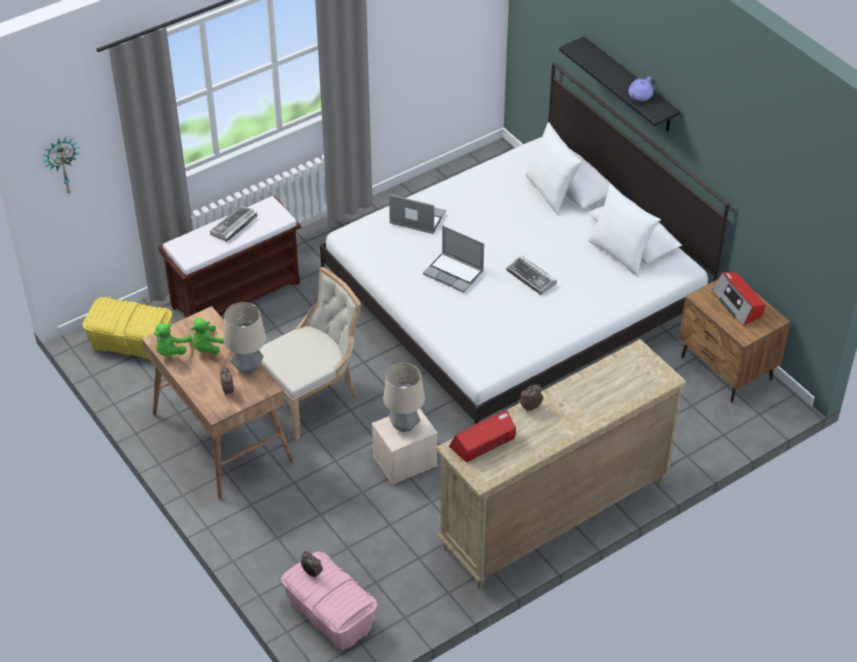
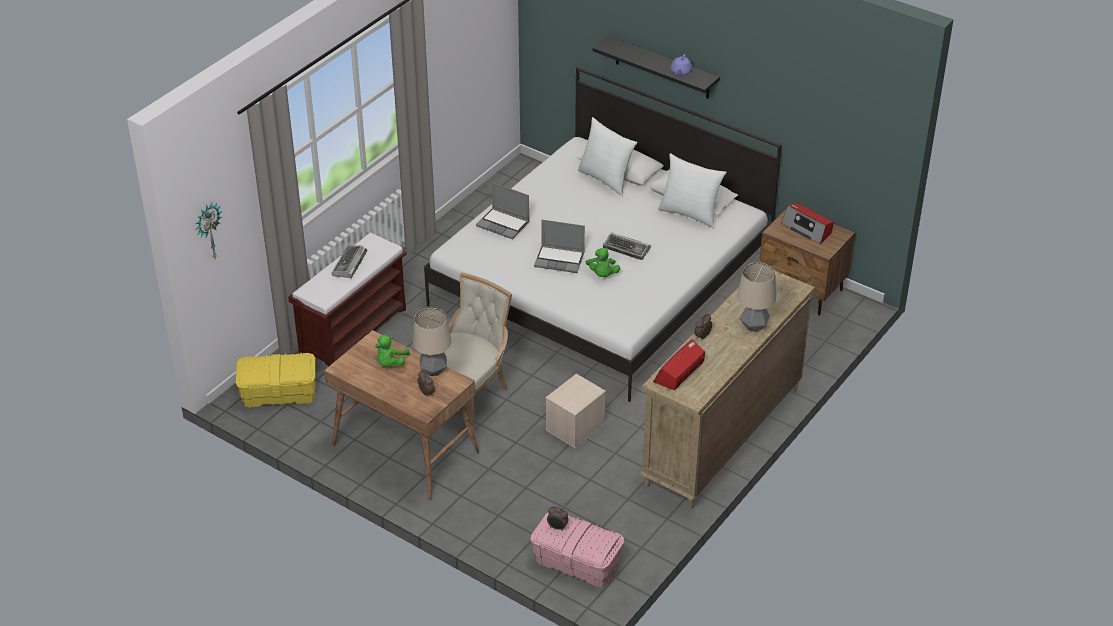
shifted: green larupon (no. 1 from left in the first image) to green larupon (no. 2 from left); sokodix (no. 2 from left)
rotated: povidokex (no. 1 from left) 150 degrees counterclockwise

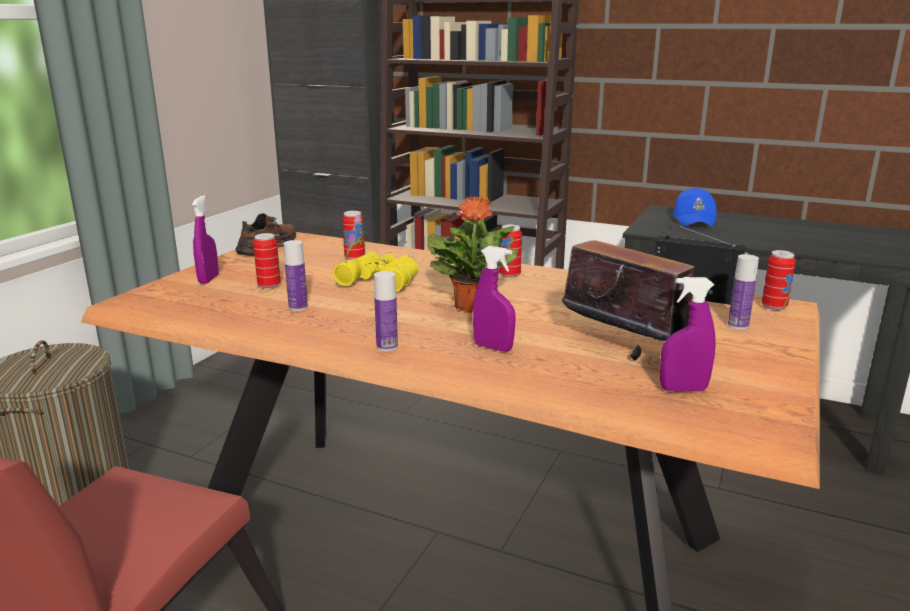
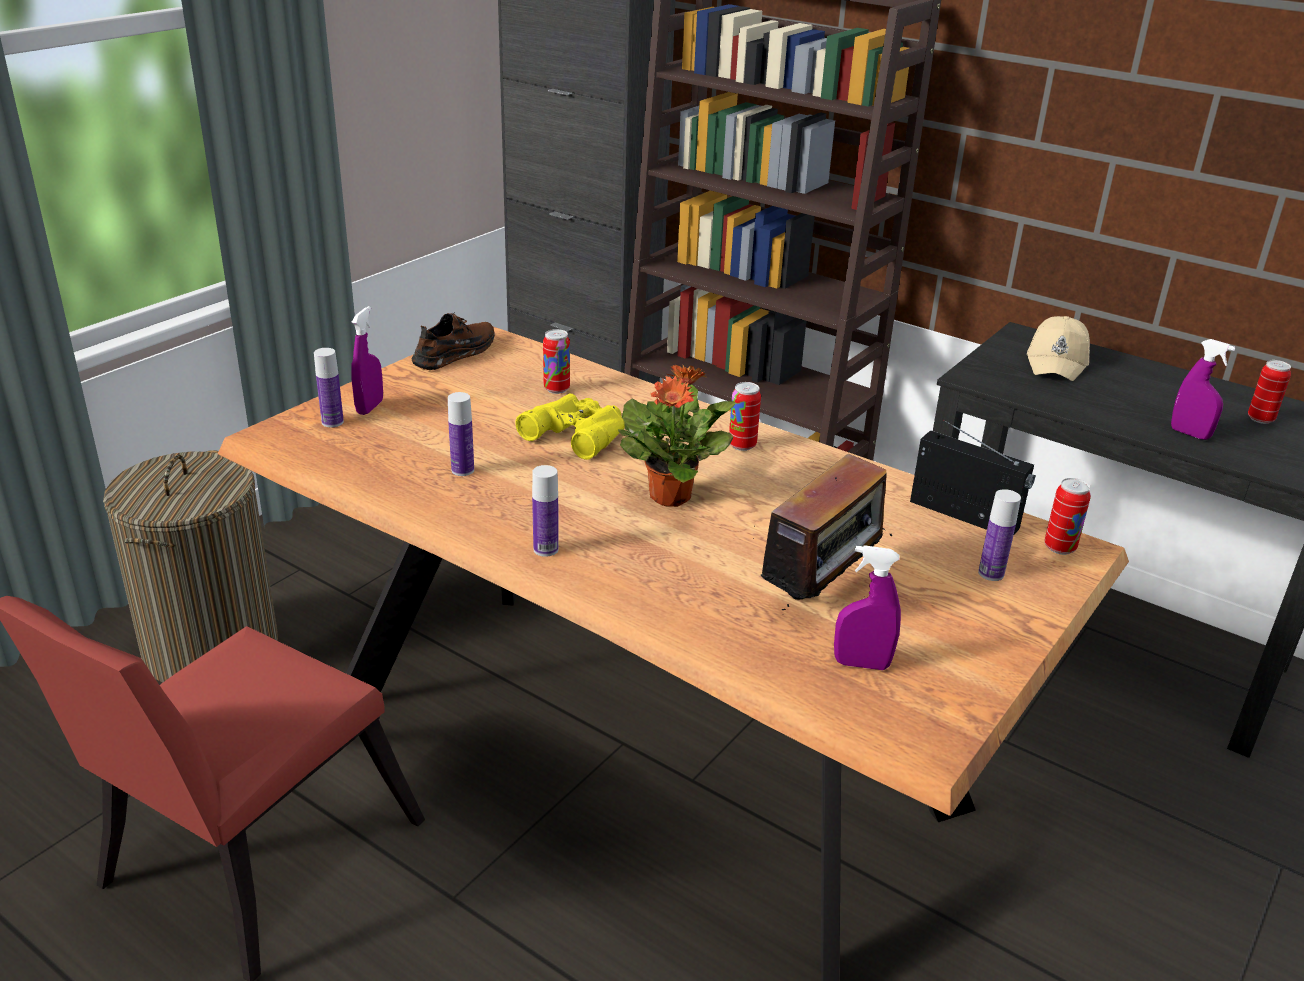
new: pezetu (no. 1 from left)
shifted: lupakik (no. 1 from left in the first image) to lupakik (no. 4 from left); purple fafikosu (no. 2 from left in the first image) to purple fafikosu (no. 3 from left)
repainted: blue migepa to beige migepa
rotated: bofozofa (no. 1 from left) 75 degrees clockwise

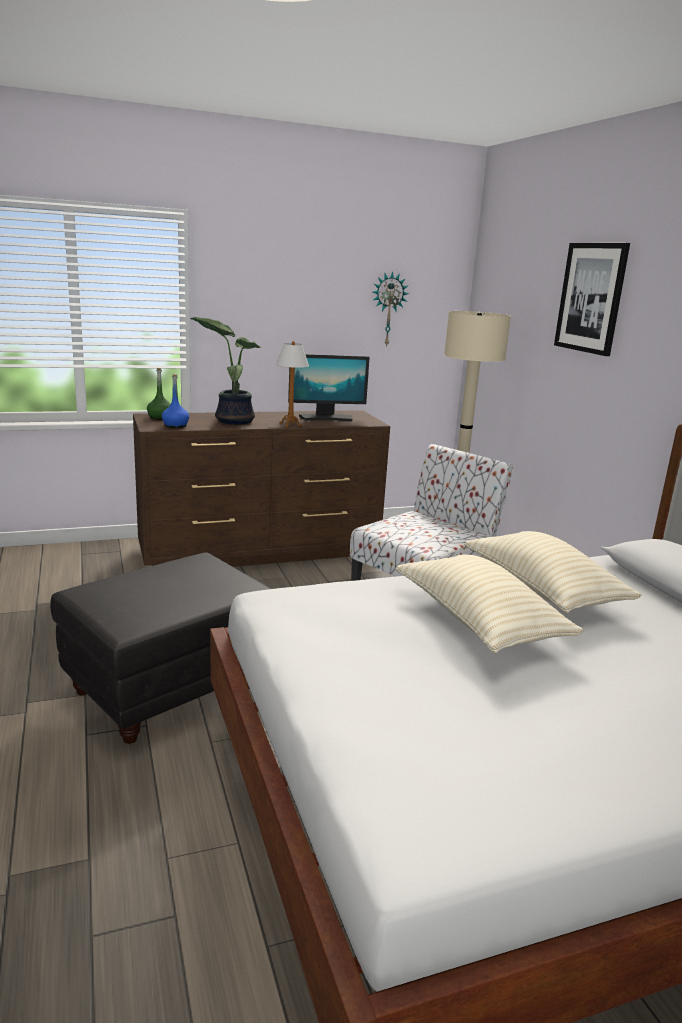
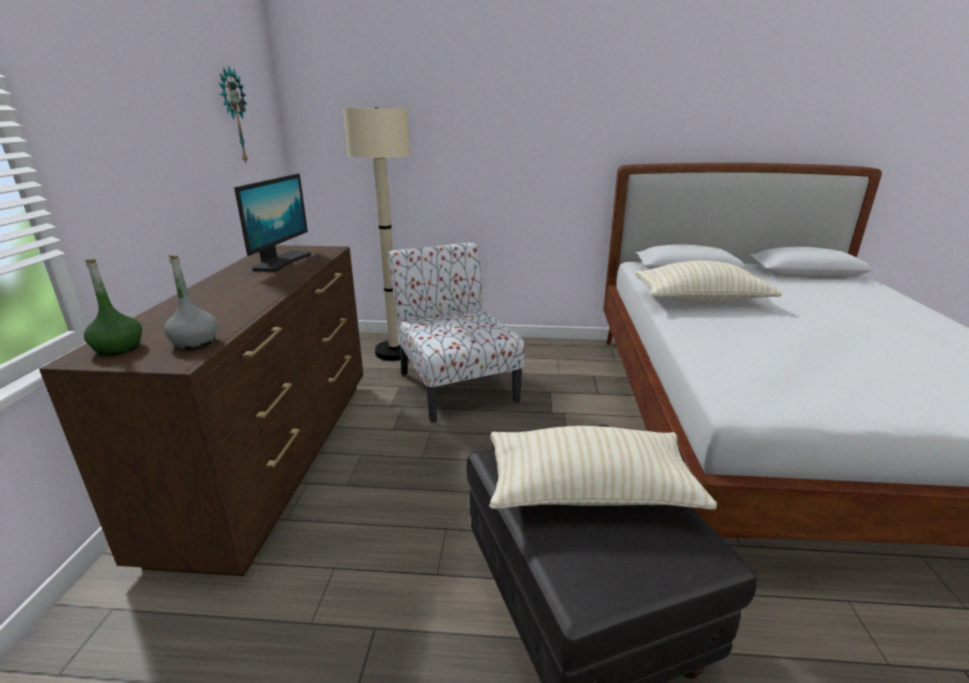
gone: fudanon; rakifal; sokodix
shifted: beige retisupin (no. 1 from left)
repainted: blue pezetu to grey pezetu

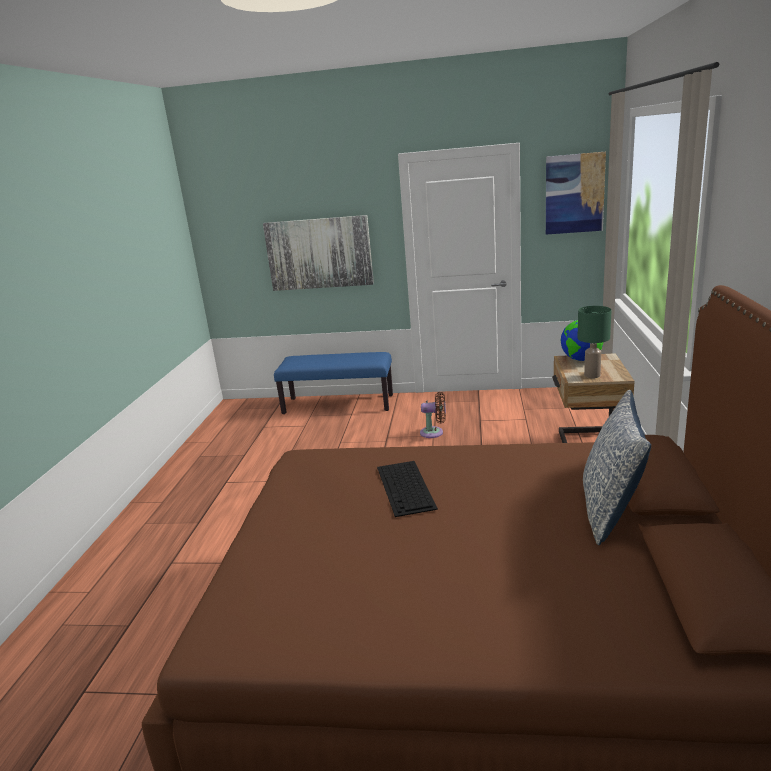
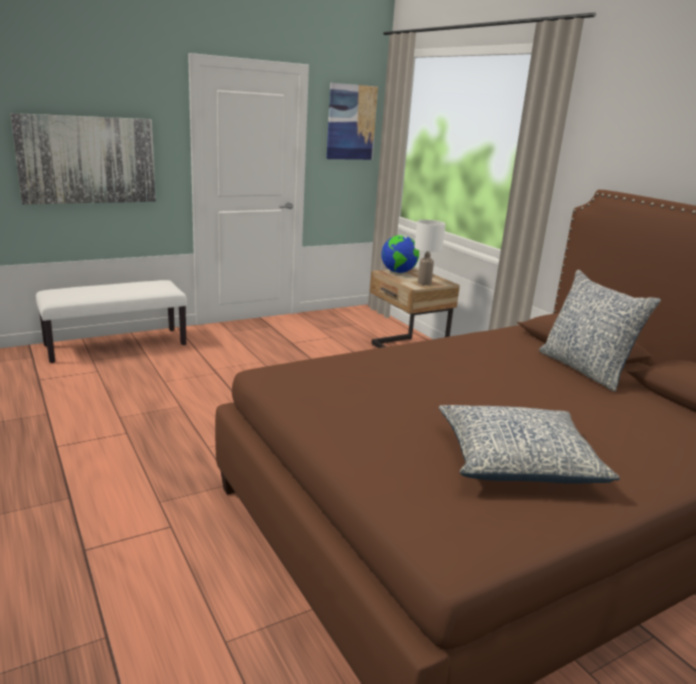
gone: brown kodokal; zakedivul
new: retisupin (no. 1 from left)
repainted: green sokodix to white sokodix; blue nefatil to white nefatil

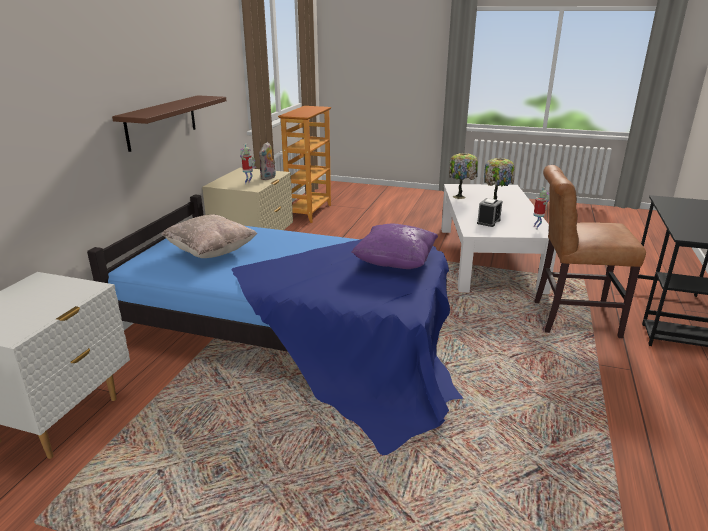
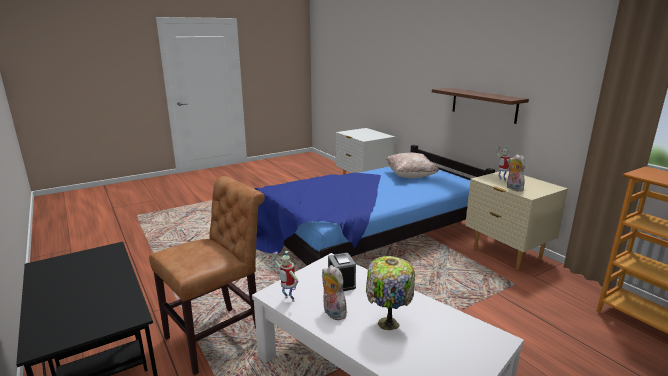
gone: sokodix (no. 1 from left); purple retisupin
new: larupon (no. 1 from left)

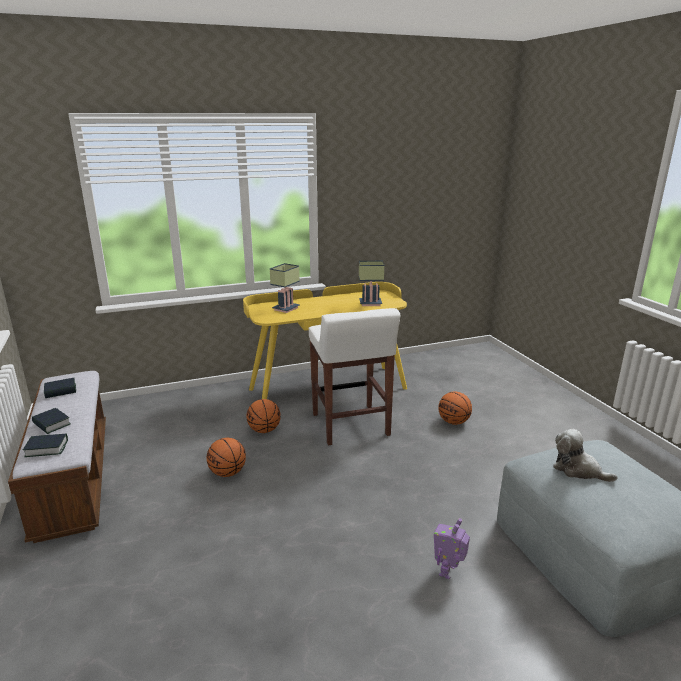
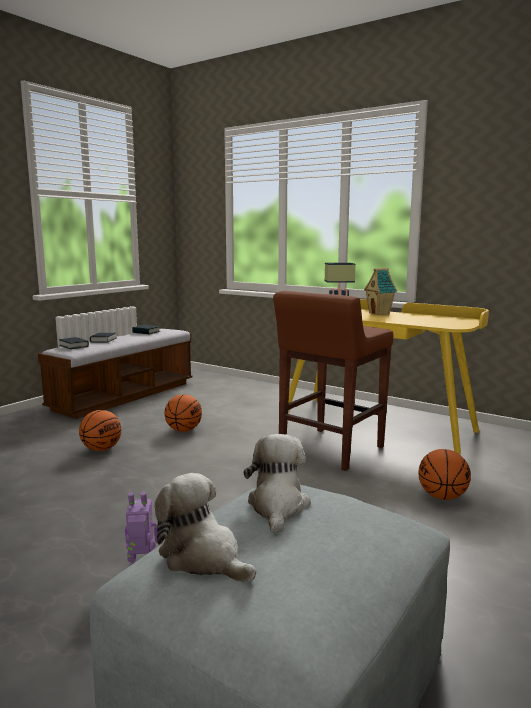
gone: sokodix (no. 2 from left)
new: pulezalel; larupon (no. 1 from left)
shifted: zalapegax (no. 2 from left in the first image) to zalapegax (no. 1 from left)
repainted: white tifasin to brown tifasin

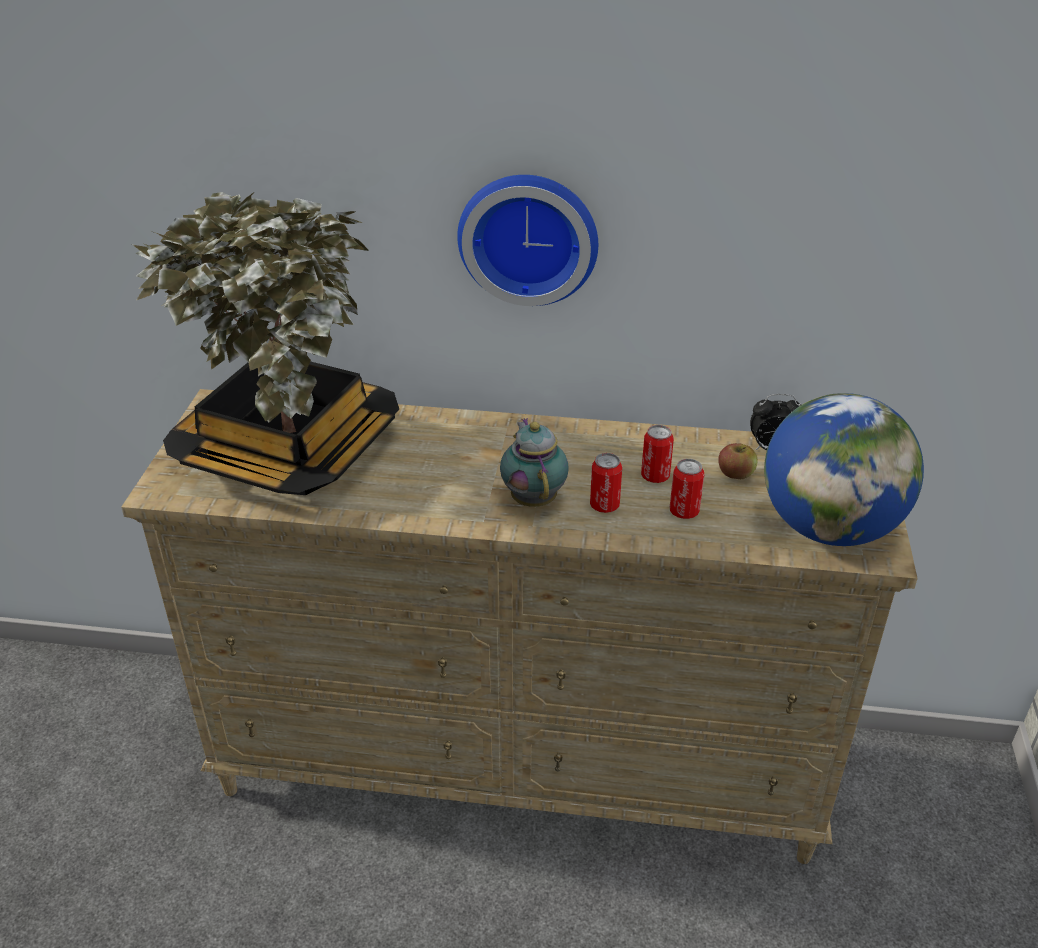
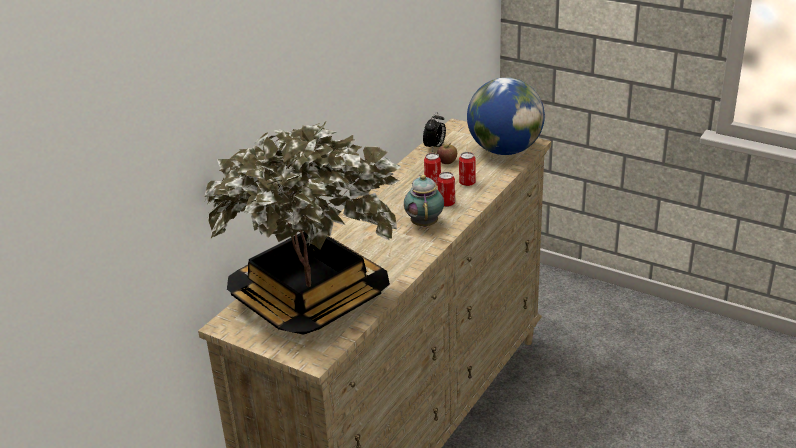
gone: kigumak
rotated: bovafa 75 degrees clockwise

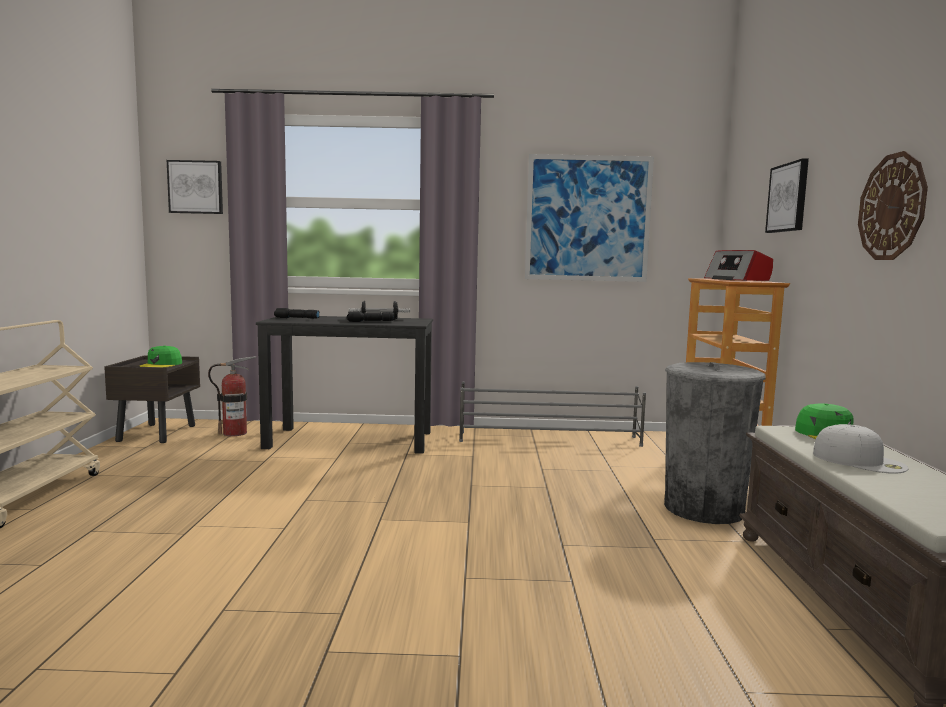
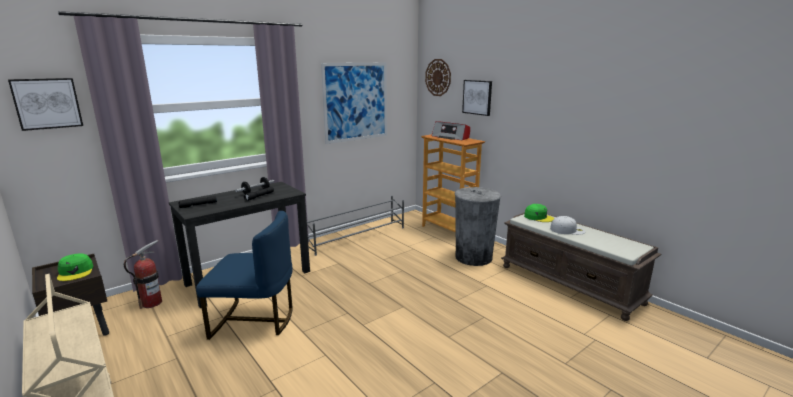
new: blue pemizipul
shifted: kigumak

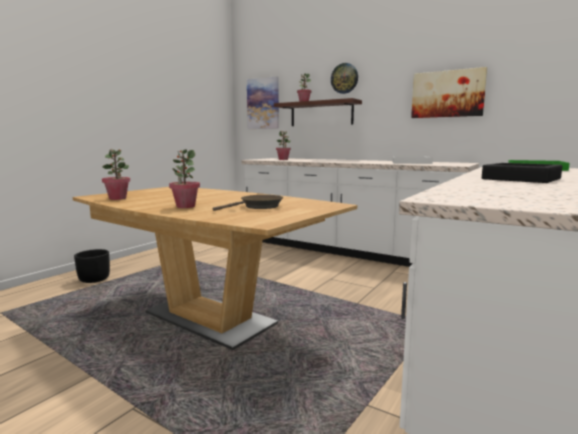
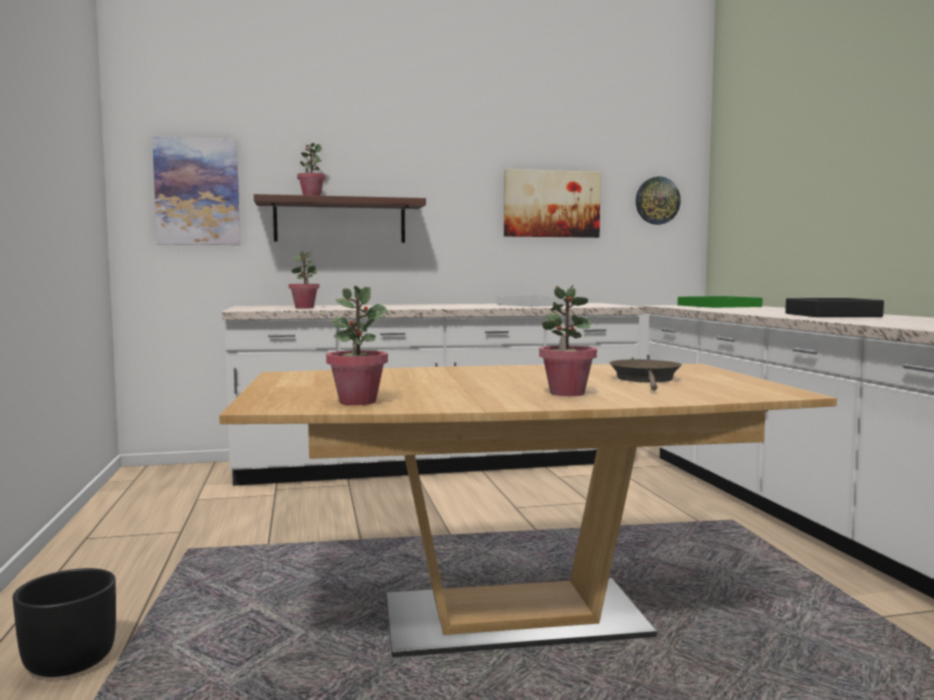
shifted: kigumak

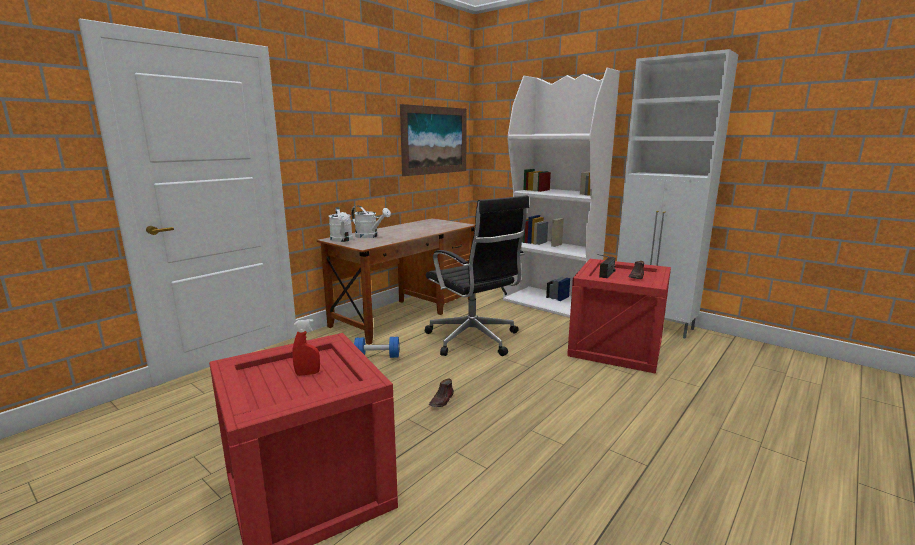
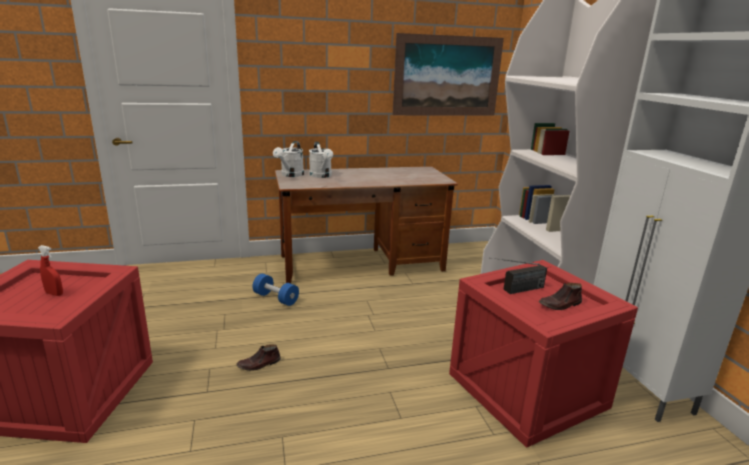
gone: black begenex

